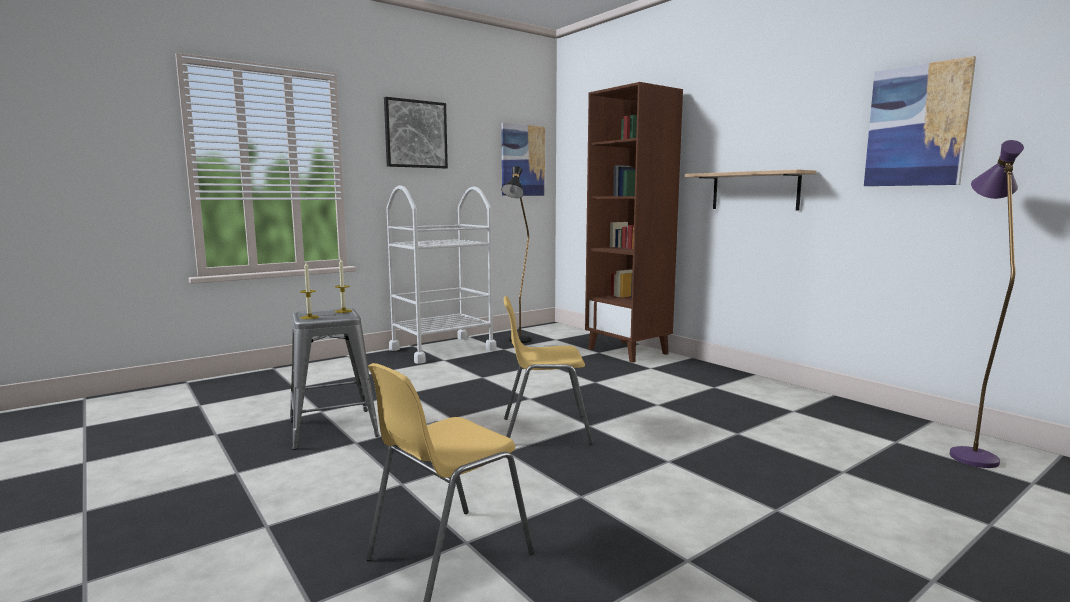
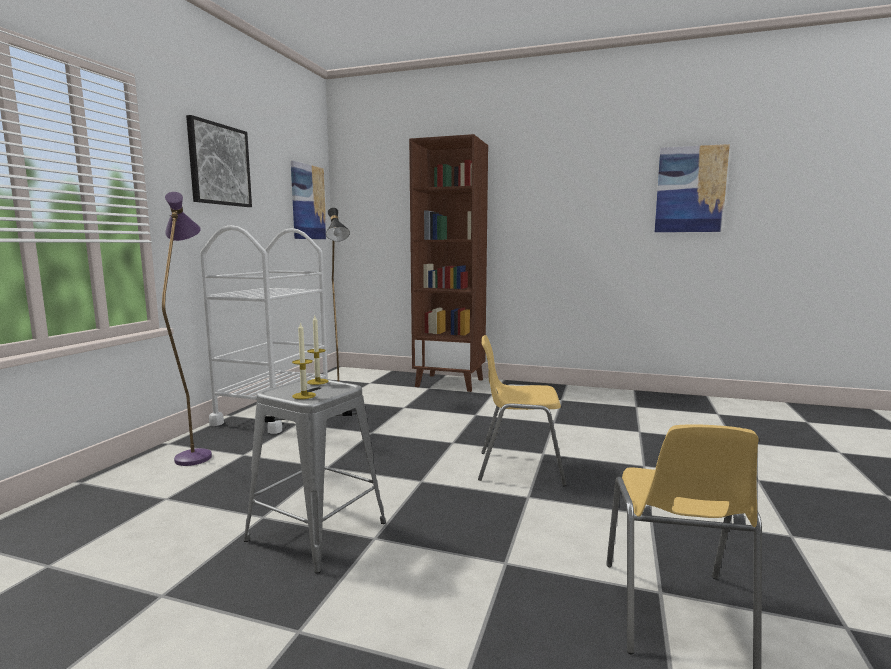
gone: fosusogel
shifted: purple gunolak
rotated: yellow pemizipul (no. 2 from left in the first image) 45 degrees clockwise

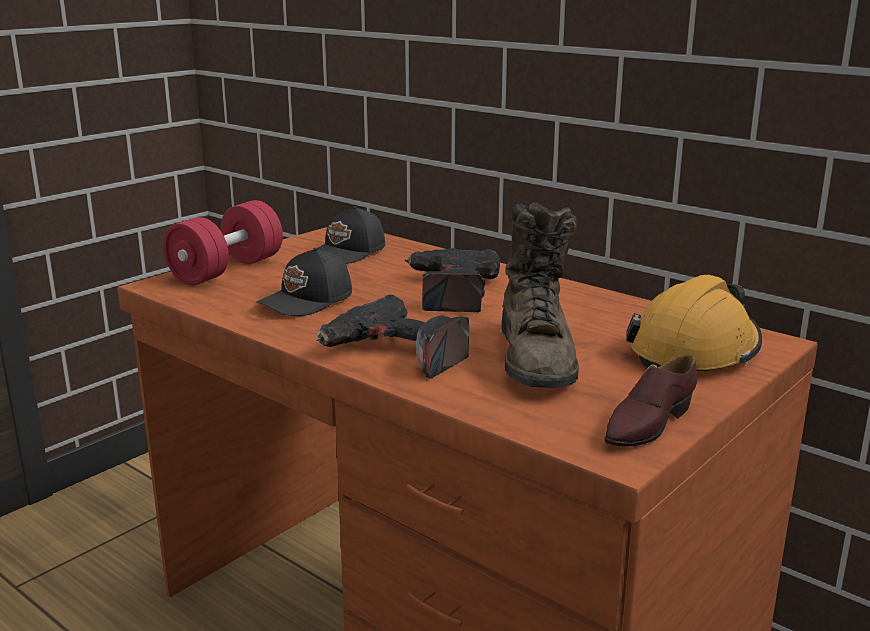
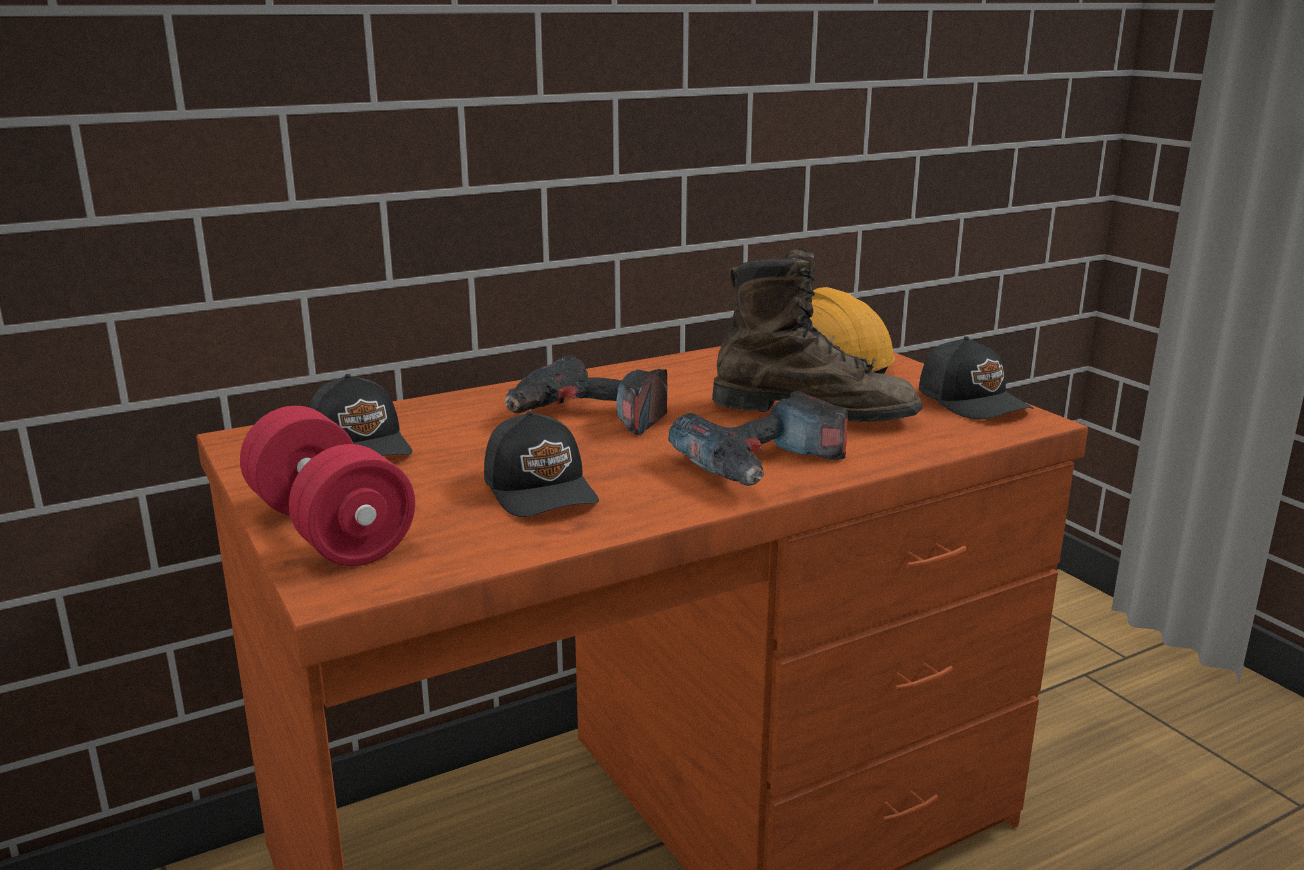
swapped: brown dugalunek to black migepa (no. 3 from left)

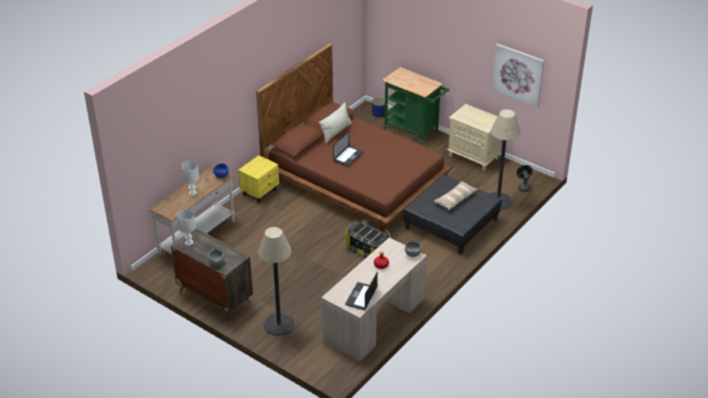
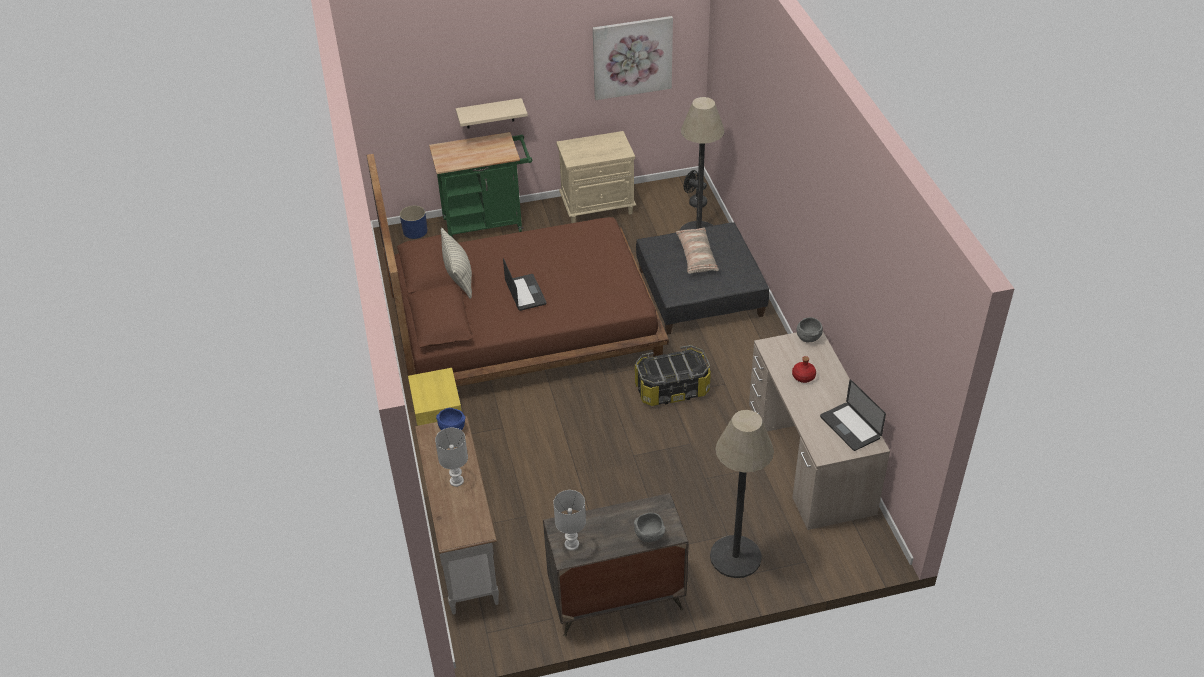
new: beige fosusogel

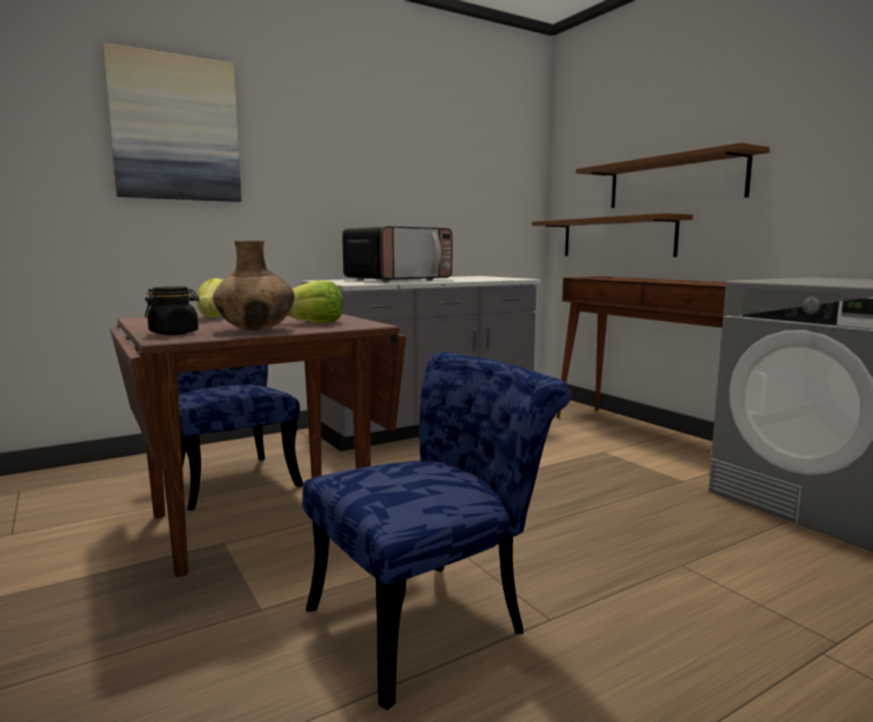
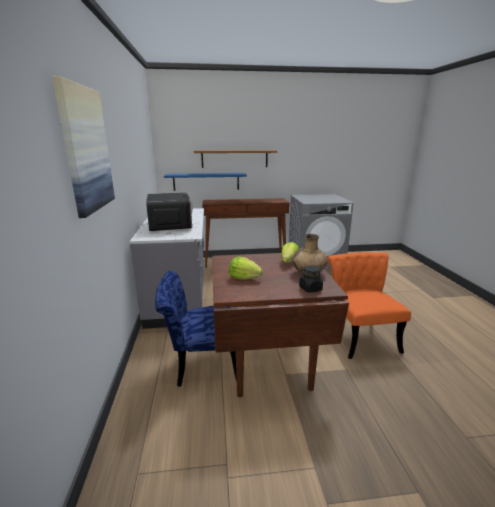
repainted: brown fosusogel (no. 1 from left) to blue fosusogel; blue pemizipul (no. 2 from left) to orange pemizipul

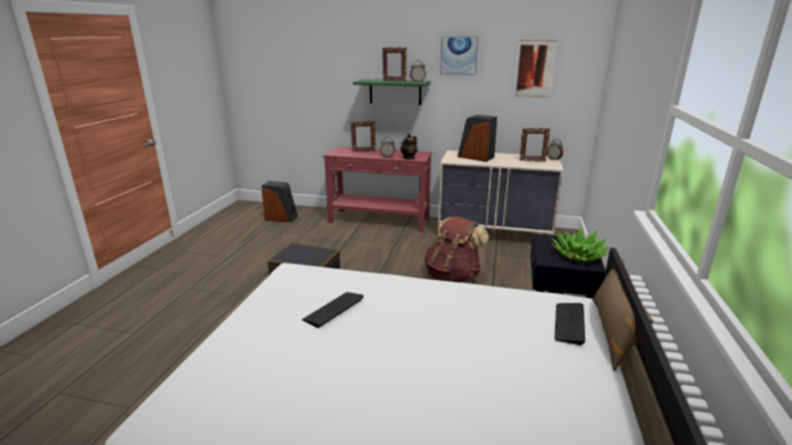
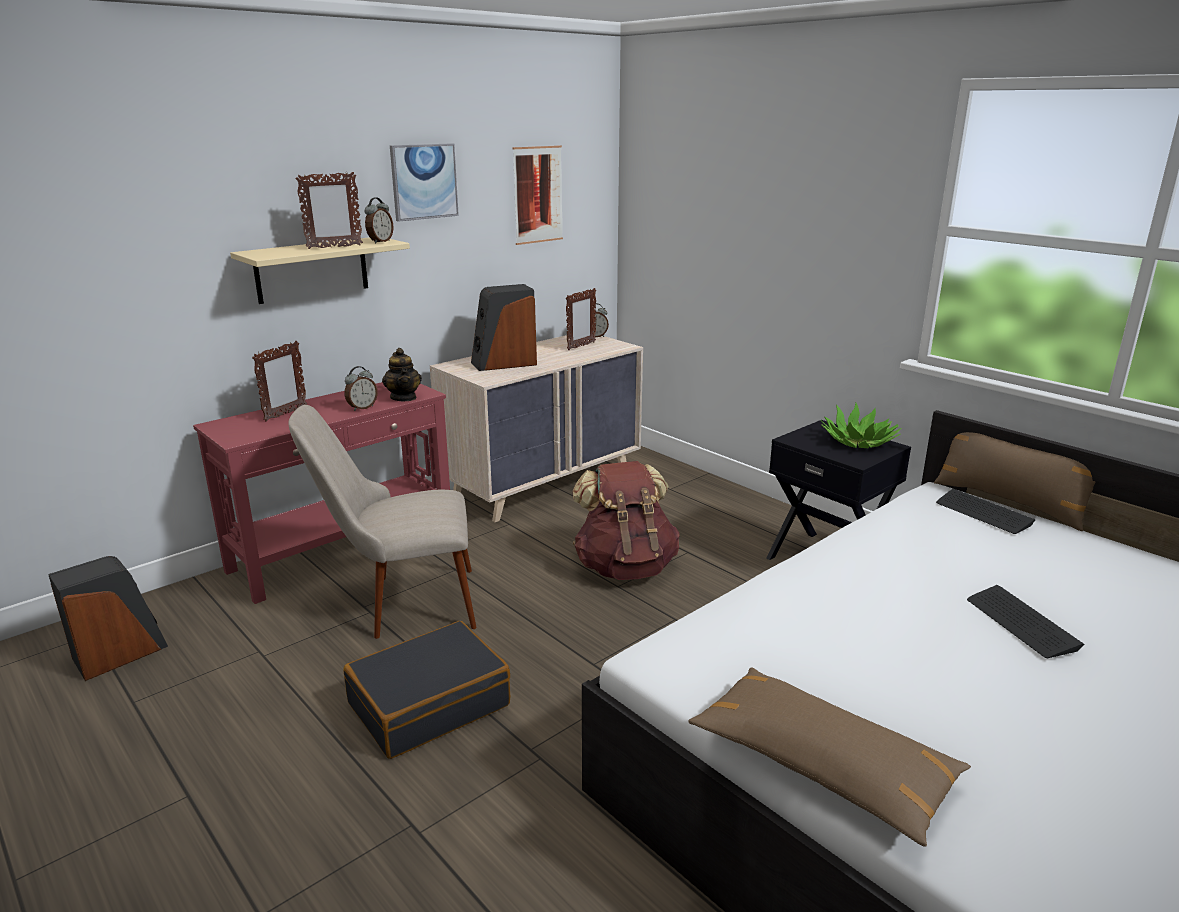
new: beige pemizipul; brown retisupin (no. 1 from left)
shifted: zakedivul (no. 1 from left in the first image) to zakedivul (no. 2 from left)
repainted: green fosusogel to beige fosusogel

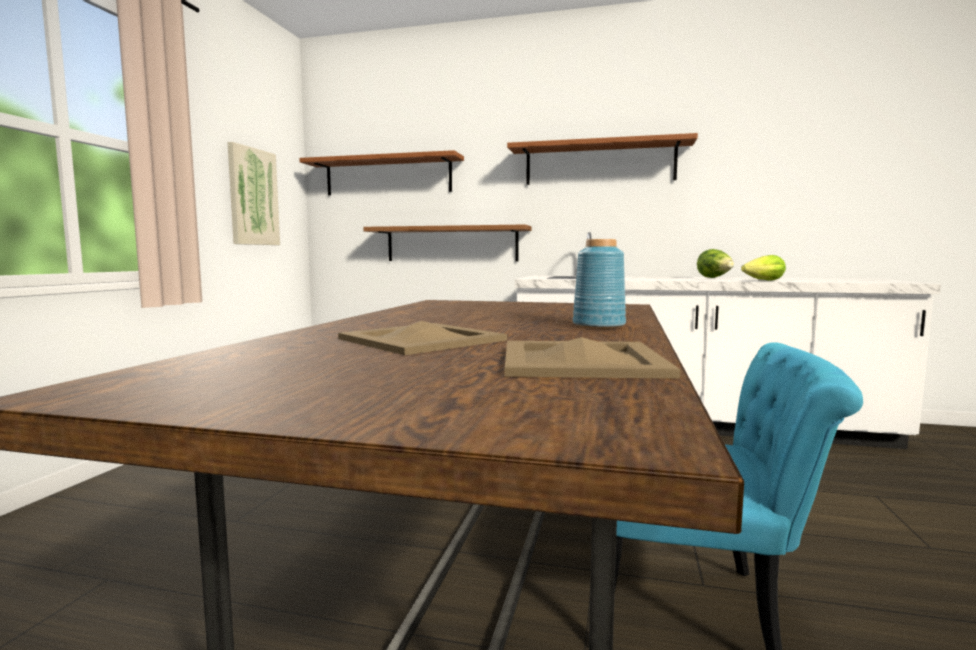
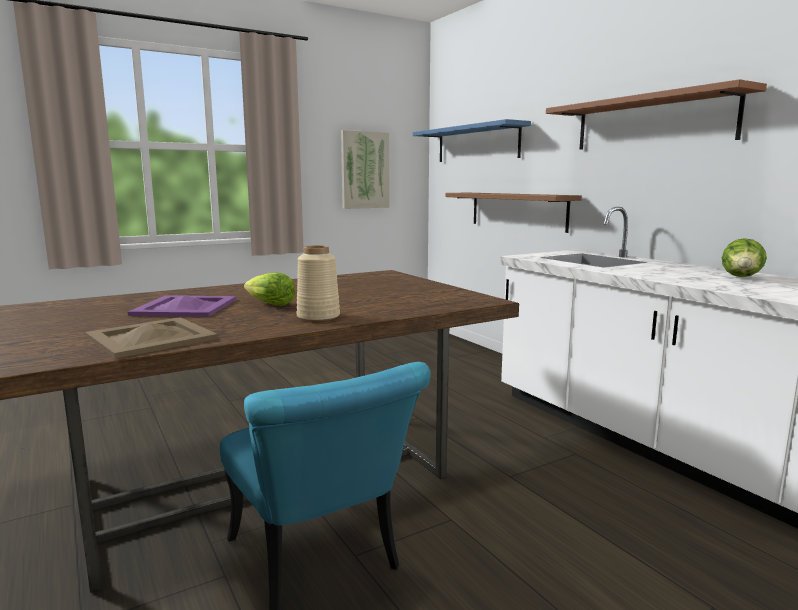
shifted: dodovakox (no. 2 from left in the first image) to dodovakox (no. 1 from left)
repainted: brown fosusogel (no. 1 from left) to blue fosusogel; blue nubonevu to beige nubonevu; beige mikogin (no. 1 from left) to purple mikogin

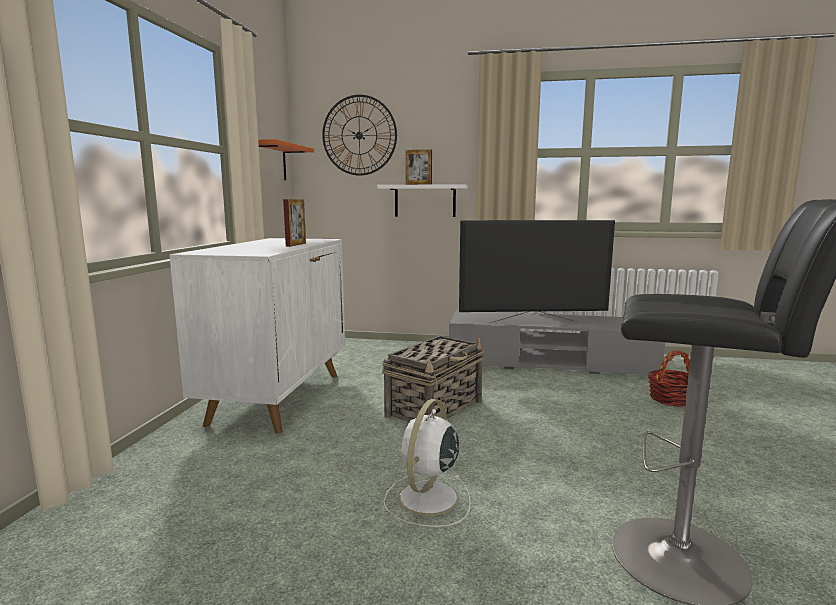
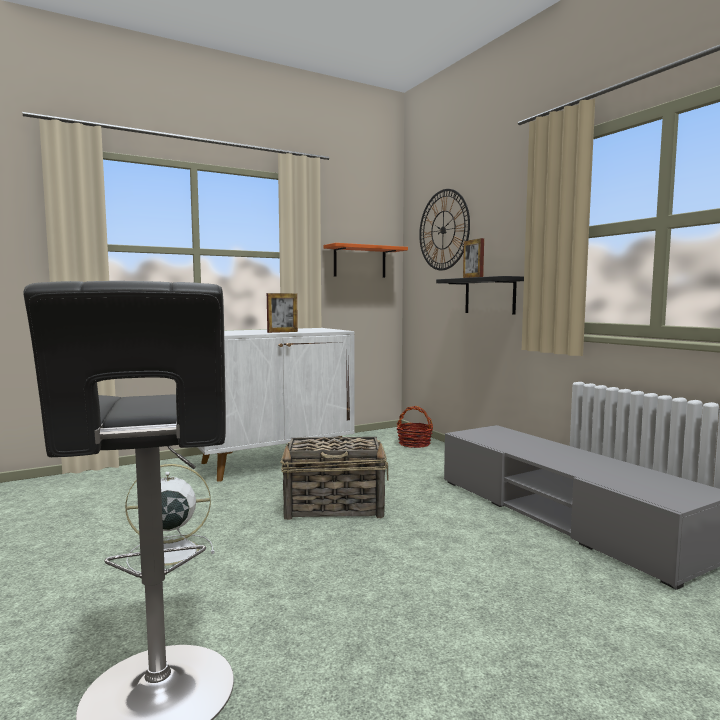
gone: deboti
shifted: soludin (no. 2 from left)
repainted: white fosusogel to black fosusogel

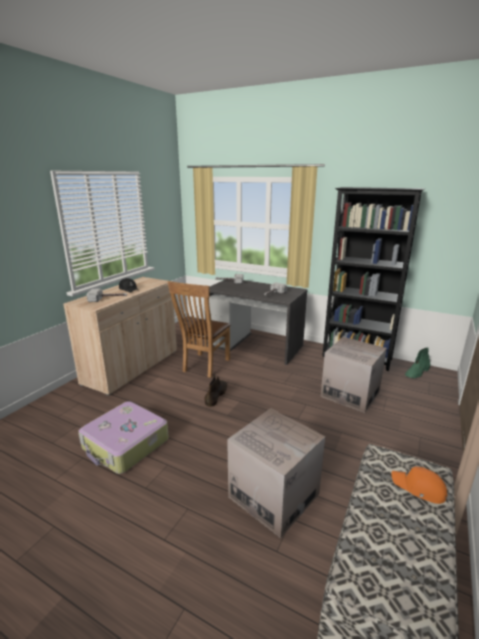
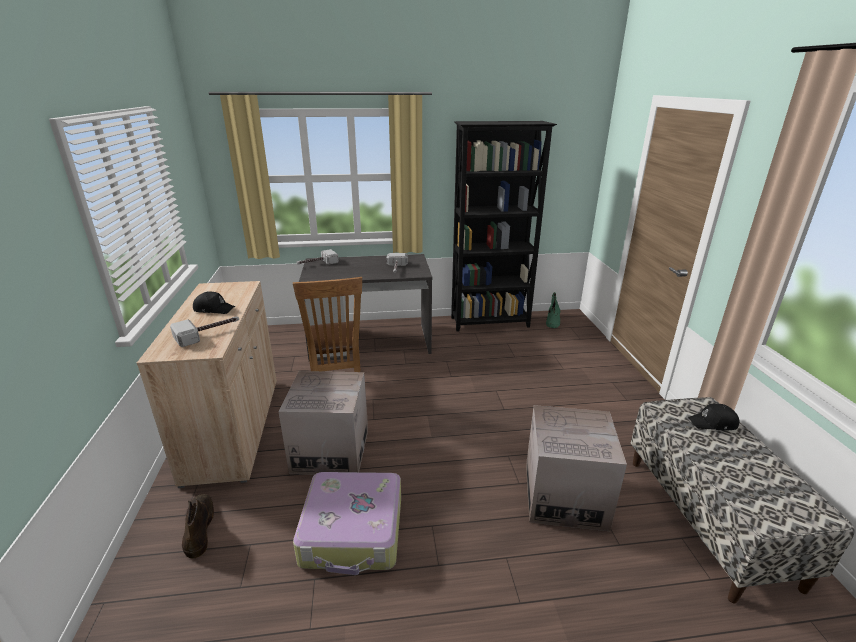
shifted: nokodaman (no. 2 from left in the first image) to nokodaman (no. 1 from left); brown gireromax
repainted: orange migepa to black migepa (no. 2 from left)

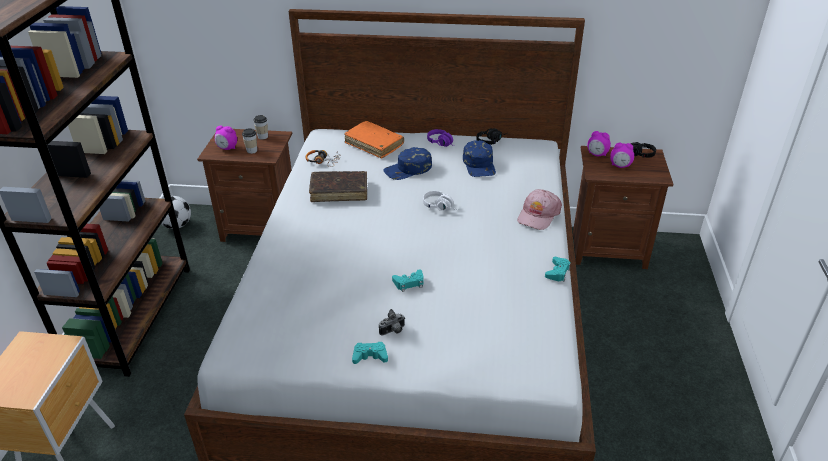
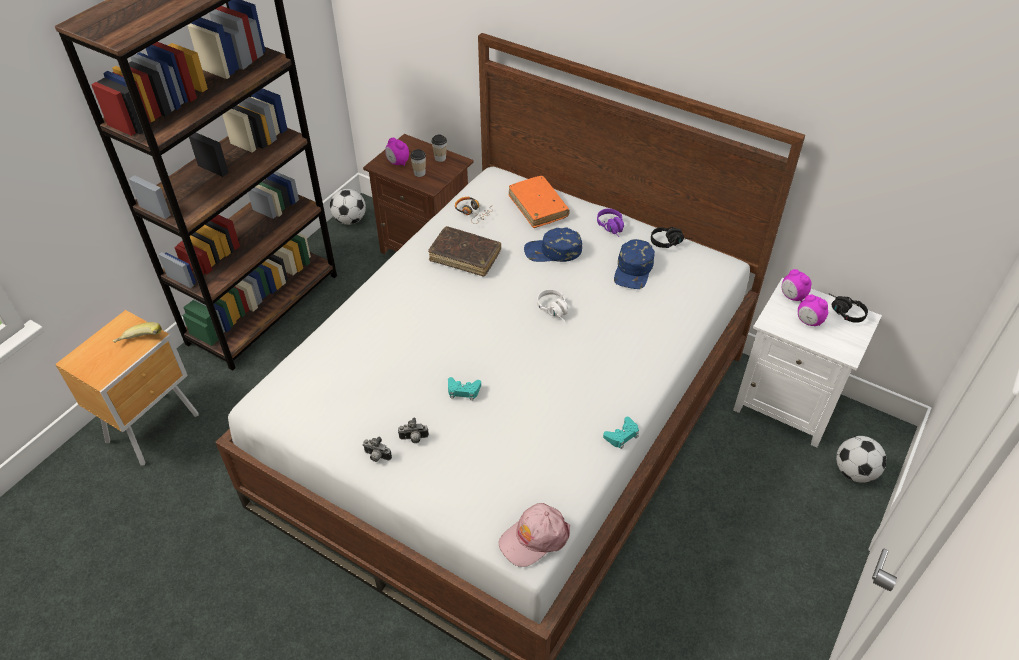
new: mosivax; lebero (no. 2 from left)
shifted: pink migepa
swapped: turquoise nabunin (no. 1 from left) to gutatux (no. 1 from left)
repainted: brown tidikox (no. 3 from left) to white tidikox

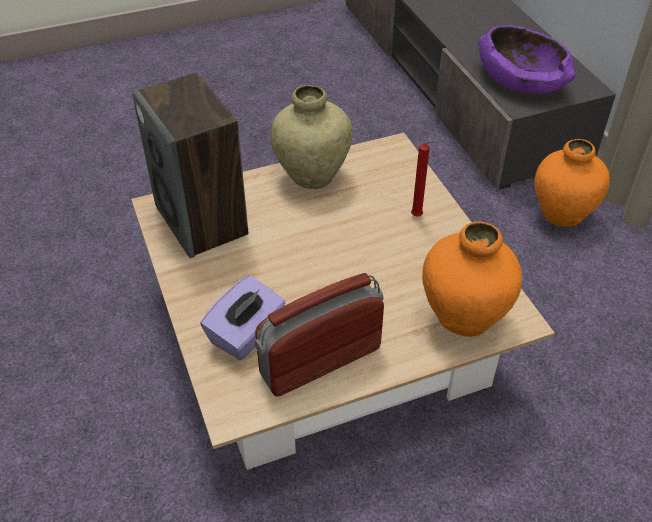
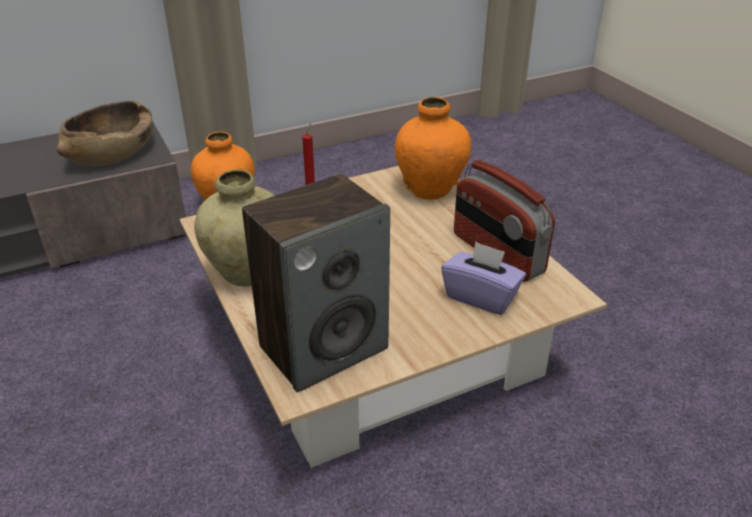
repainted: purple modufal to brown modufal

